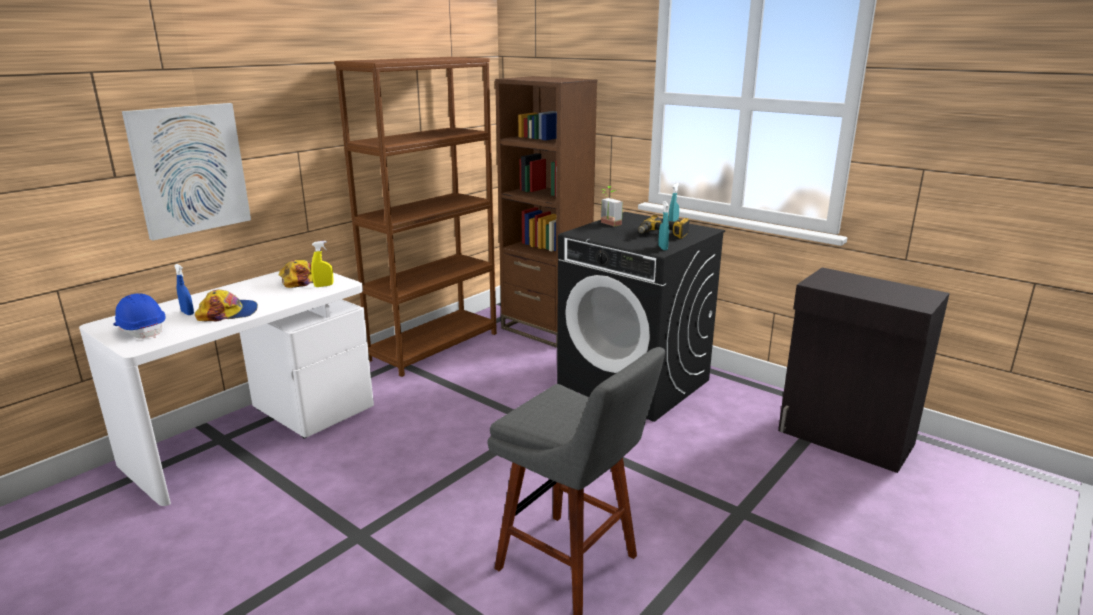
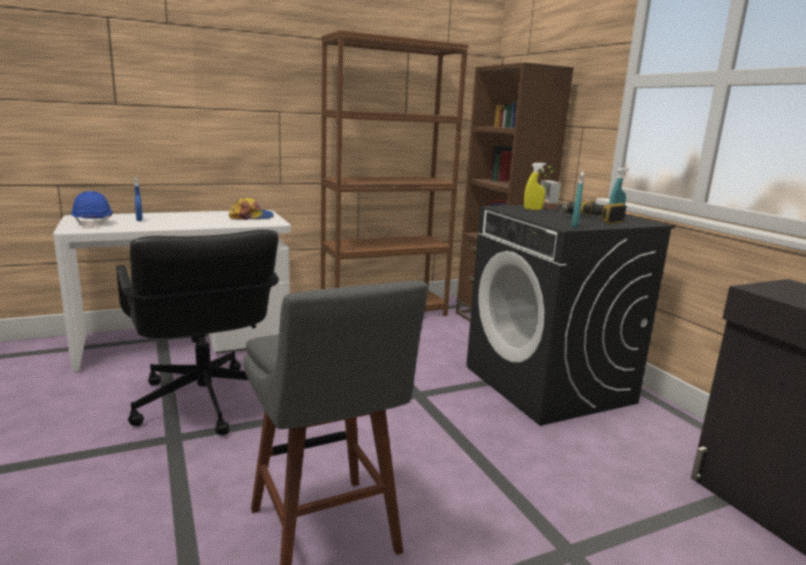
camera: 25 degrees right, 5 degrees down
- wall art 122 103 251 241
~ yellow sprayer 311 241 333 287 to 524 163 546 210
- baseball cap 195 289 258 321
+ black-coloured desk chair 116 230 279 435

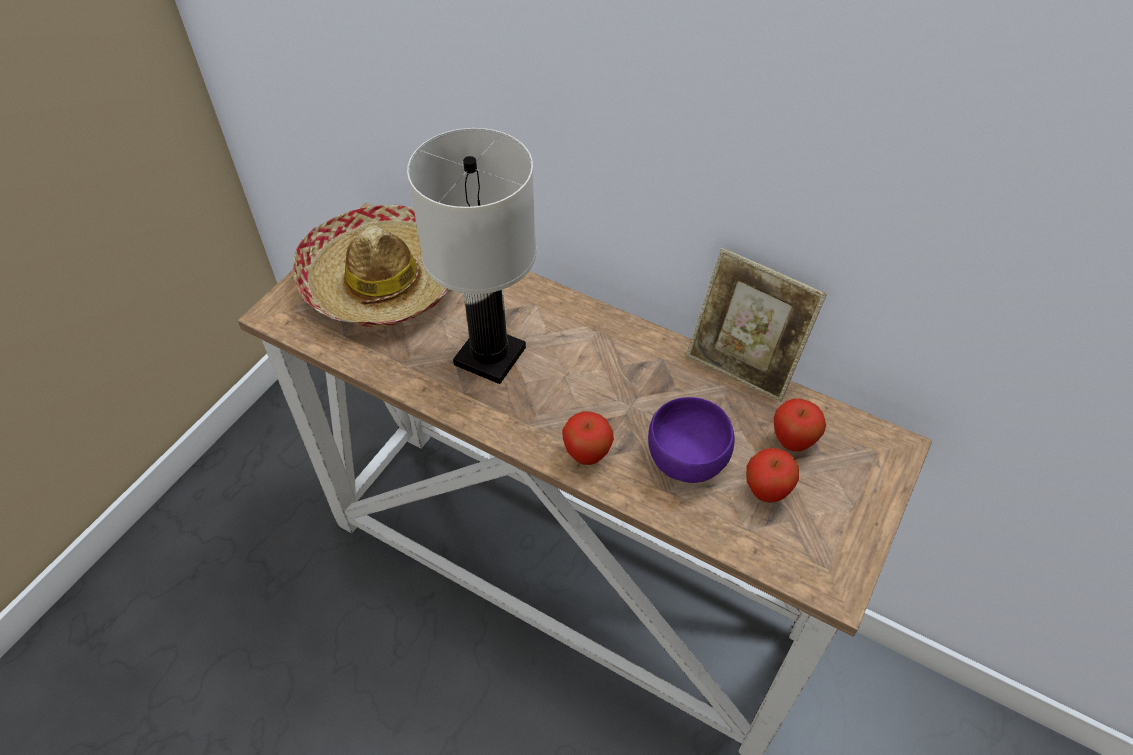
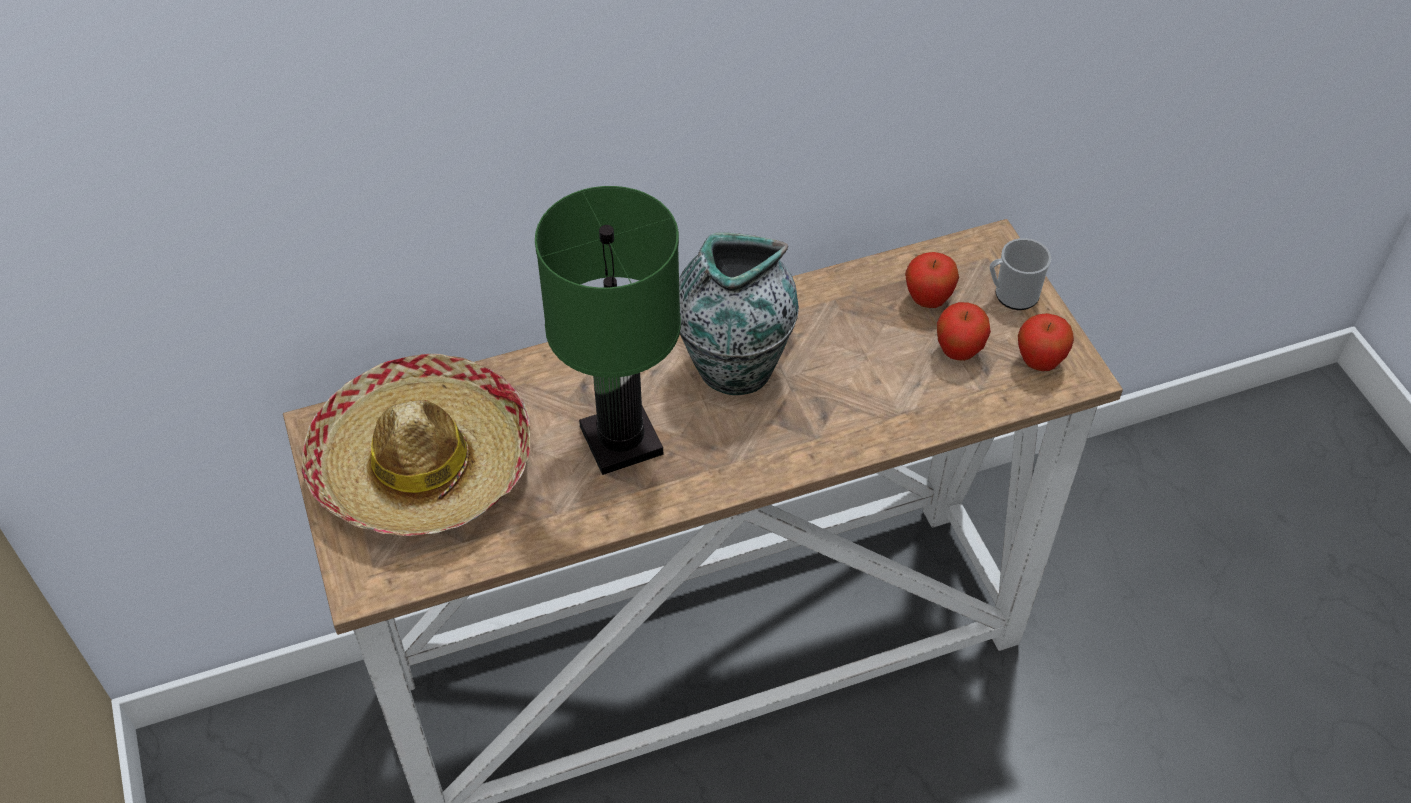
camera: 50 degrees left, 0 degrees up
~ white-coloured table lamp 407 128 537 384 to green table lamp 535 186 681 475
- picture frame 686 248 827 402
- purple-coloured bowl 648 397 734 483
~ whole apple 562 411 614 465 to 1018 313 1074 371
+ vase 679 232 799 395
+ tea mug 990 238 1051 310

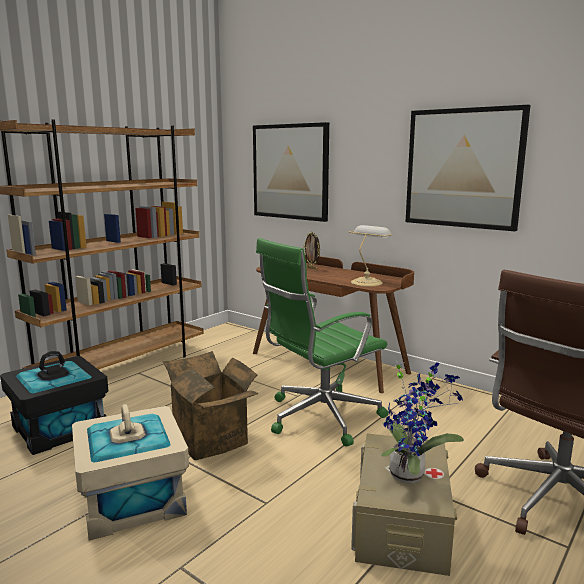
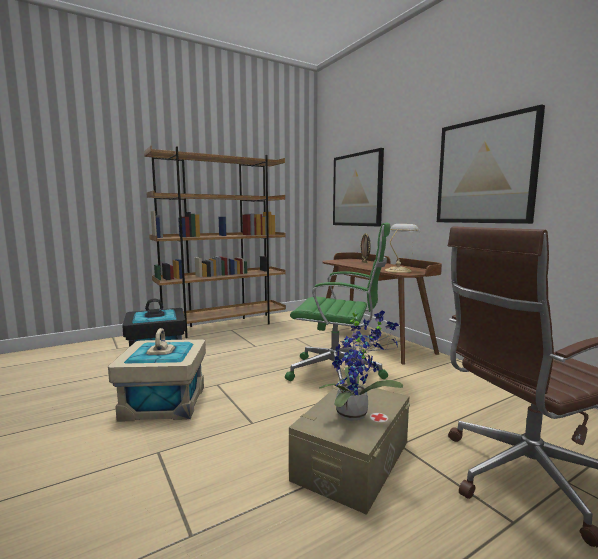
camera: 20 degrees right, 5 degrees down
~ green desk chair 256 238 389 447 = 285 222 390 383 150 degrees counterclockwise
- packing box 163 351 258 460

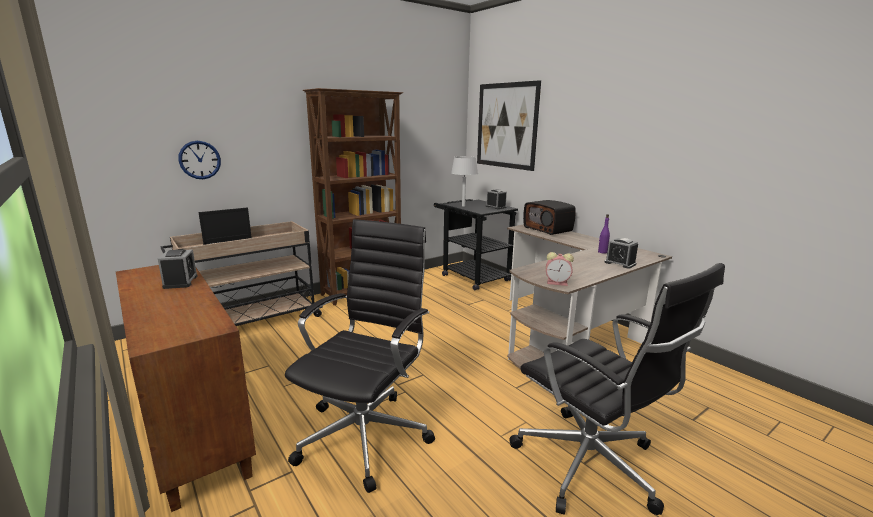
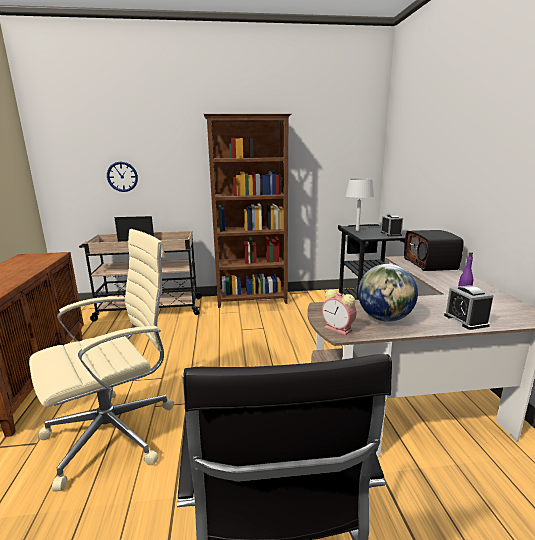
camera: 30 degrees right, 0 degrees up
- wall art 477 80 541 171
~ black-coloured desk chair 285 219 435 493 to sand-coloured desk chair 29 229 174 492
- table clock 158 249 198 289
+ desk globe 358 264 418 322

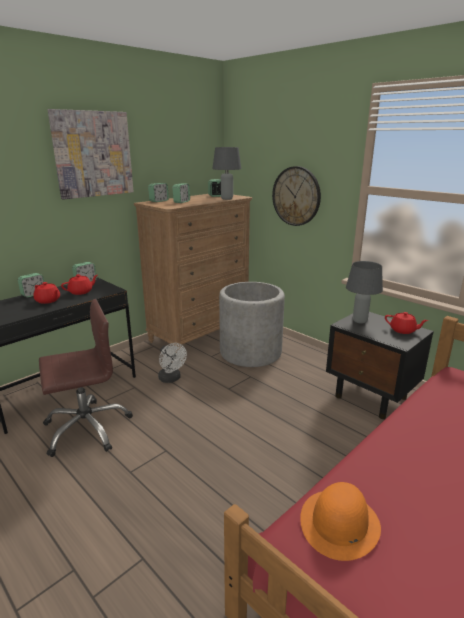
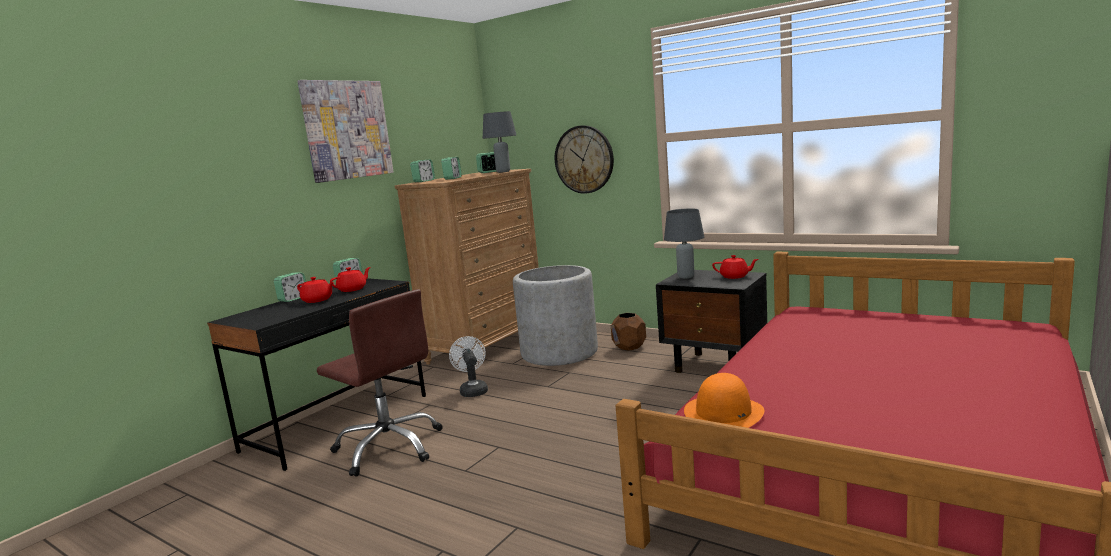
camera: 10 degrees left, 10 degrees down
~ brownish desk chair 39 299 133 457 = 317 289 443 477 75 degrees clockwise
~ white-coloured fan 158 343 187 383 = 449 336 488 397 150 degrees counterclockwise
+ brownish flower pot 611 313 646 351

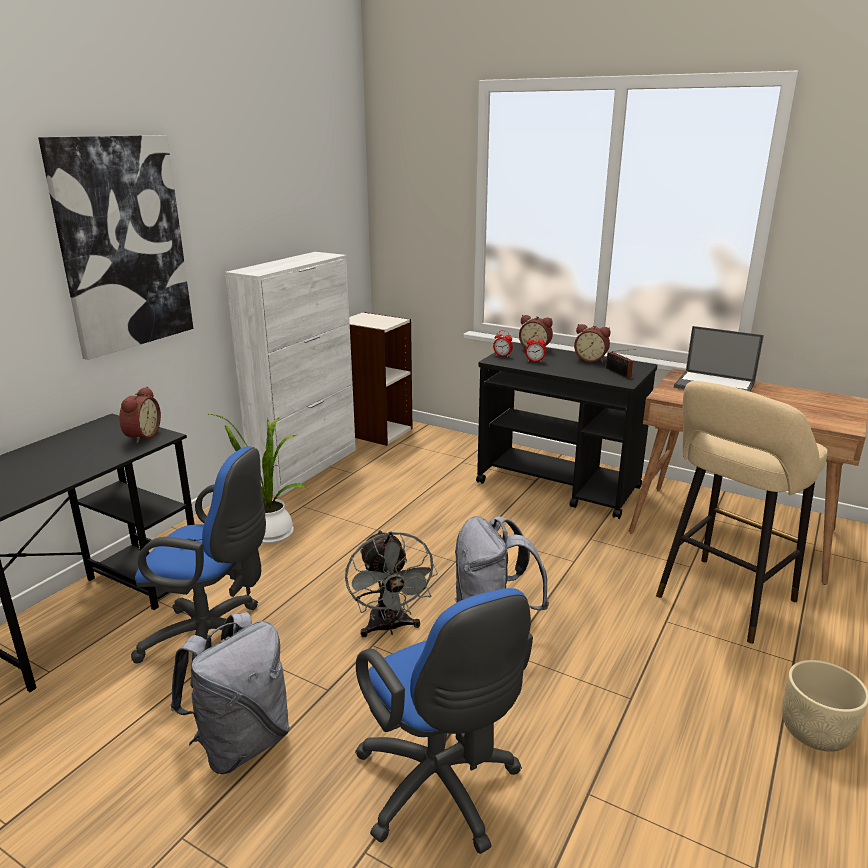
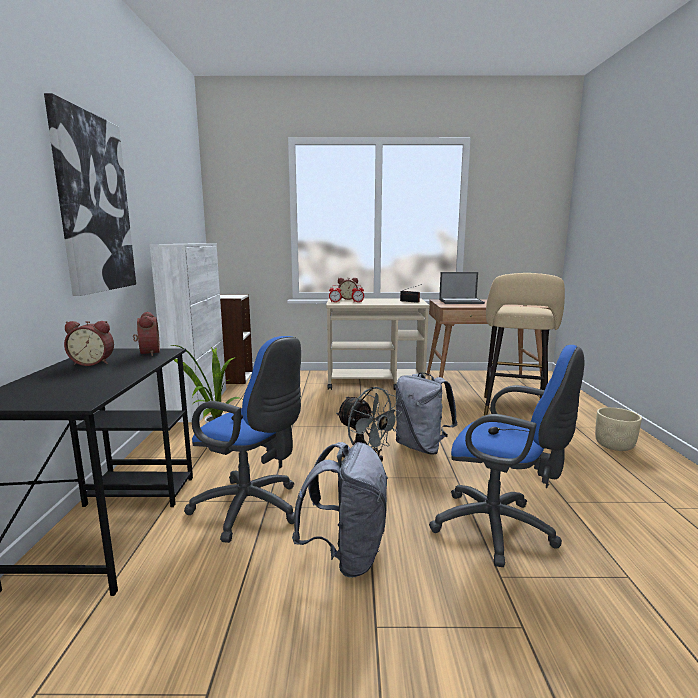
camera: 30 degrees left, 10 degrees down
~ table clock 574 324 611 363 to 64 321 114 366
~ black-coloured wheeled cart 476 342 657 519 to sand-coloured wheeled cart 326 298 430 390
~ bluish desk chair 131 446 266 688 = 184 336 301 543 45 degrees clockwise

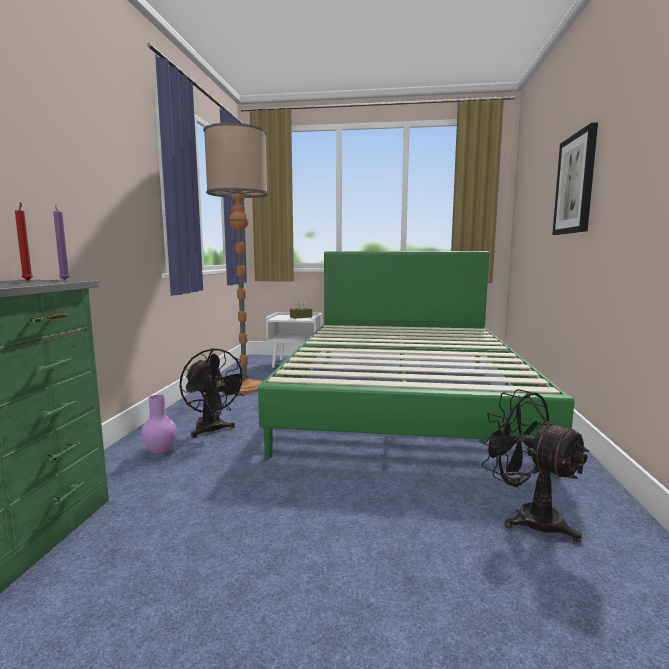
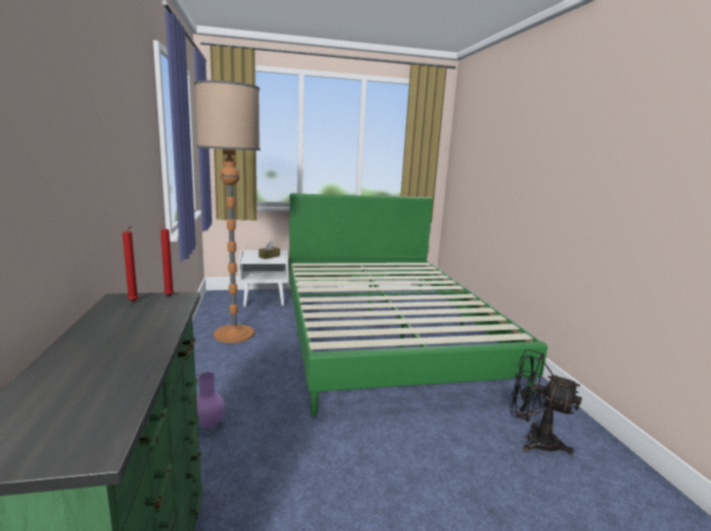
camera: 20 degrees left, 5 degrees up
- wall art 552 122 598 235
~ purple-coloured candle 53 205 70 280 to reddish candle 159 221 174 296
- black-coloured fan 180 348 248 438

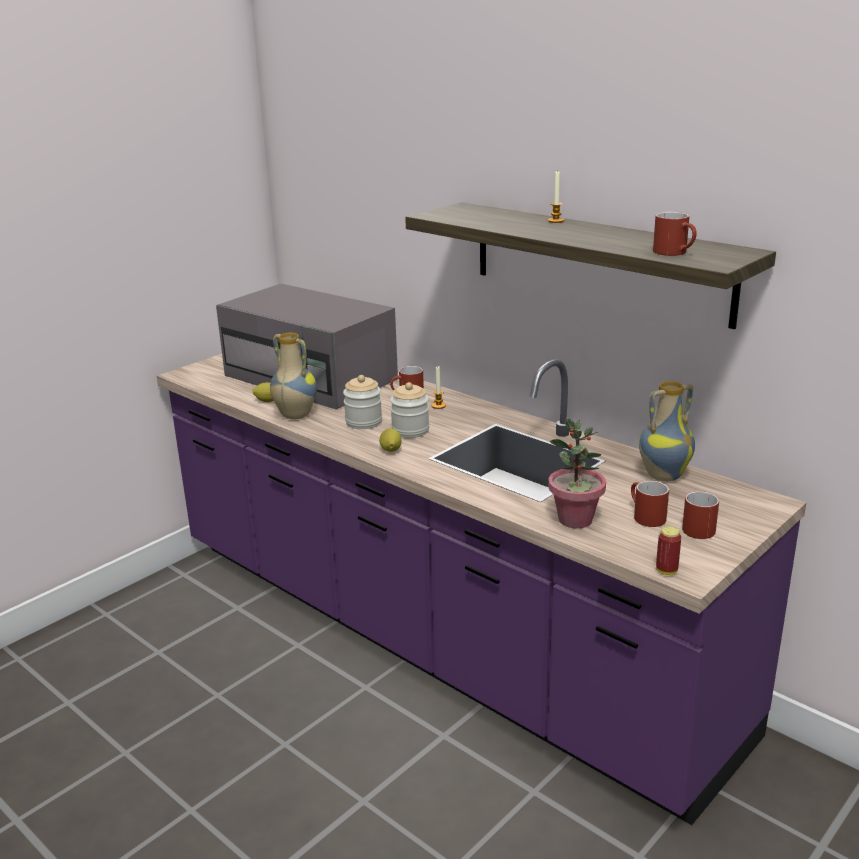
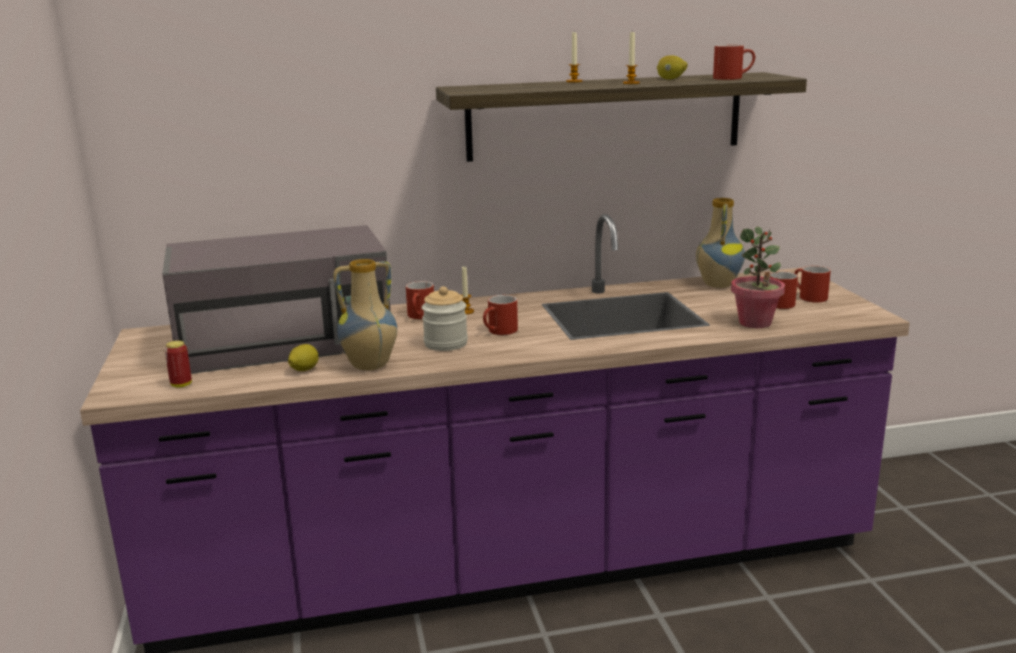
camera: 55 degrees left, 5 degrees down
~ preserve jar 390 382 429 438 to reddish tea mug 483 295 518 335
~ whole lemon 379 428 401 452 to 657 55 687 80
~ can 656 526 681 575 to 165 341 192 388
+ candle 623 30 640 84

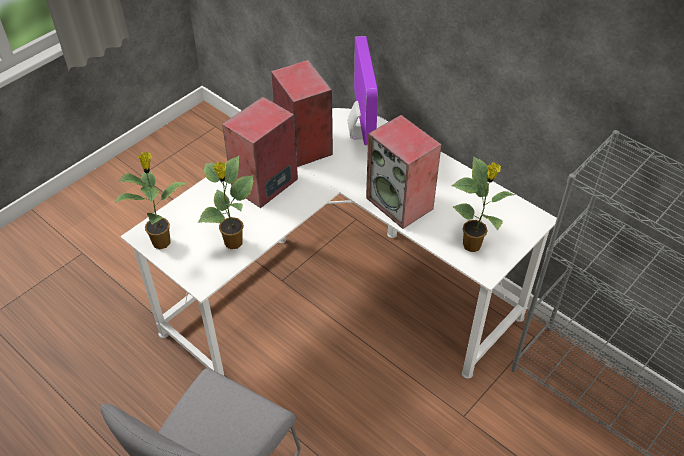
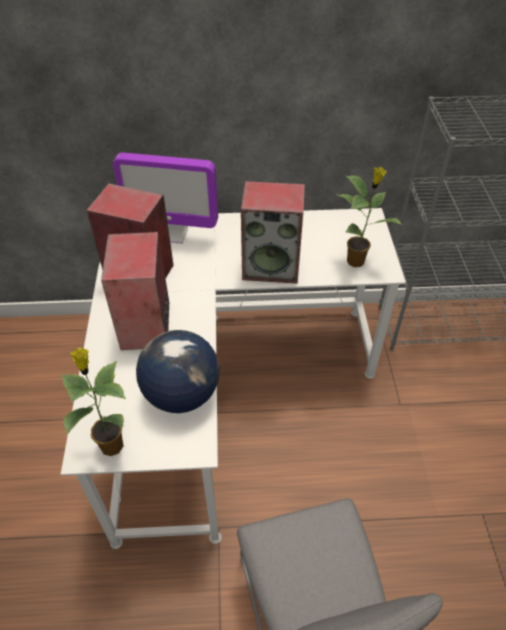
camera: 45 degrees left, 0 degrees up
~ monitor 348 36 378 145 = 113 152 218 244 150 degrees clockwise
~ potted plant 198 156 254 249 to desk globe 136 330 220 413

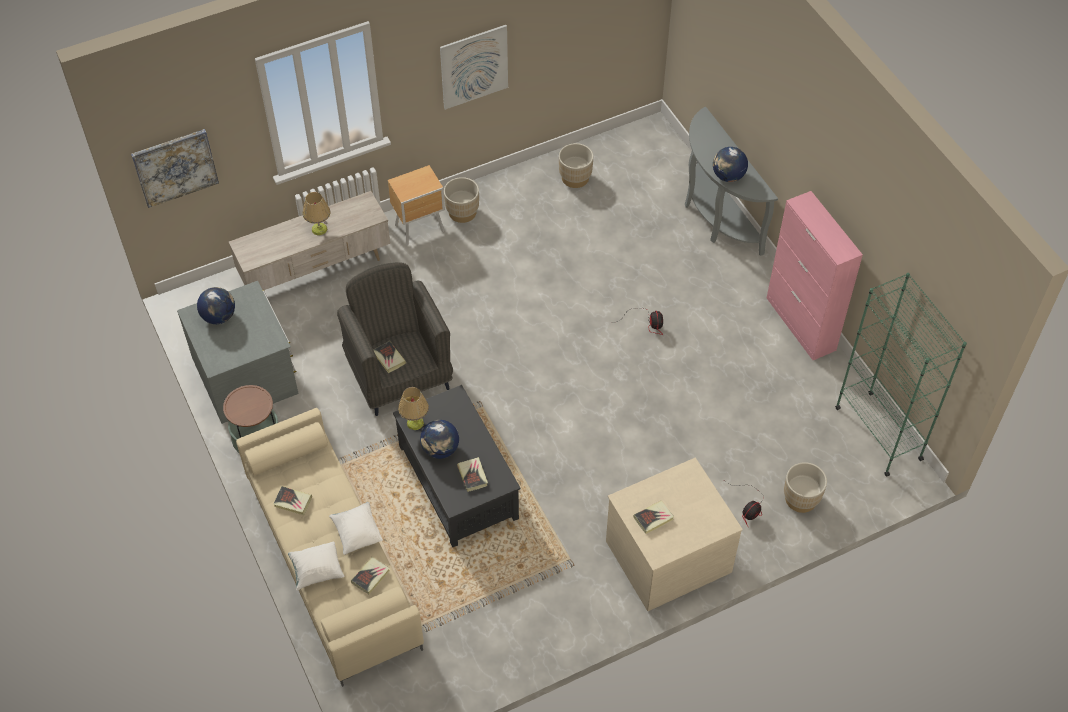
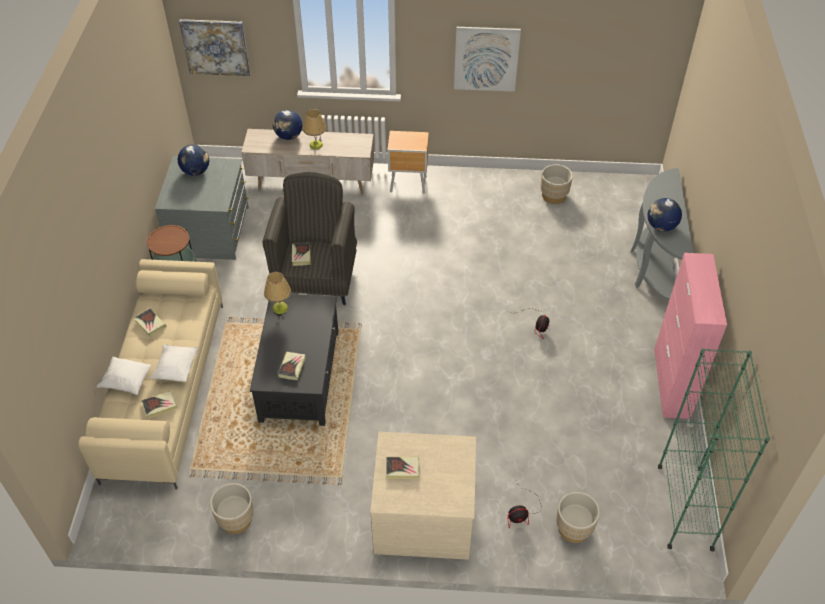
camera: 30 degrees right, 5 degrees down
~ sand-coloured flower pot 444 177 479 223 to 210 483 254 534
~ desk globe 420 420 459 459 to 273 110 302 140

